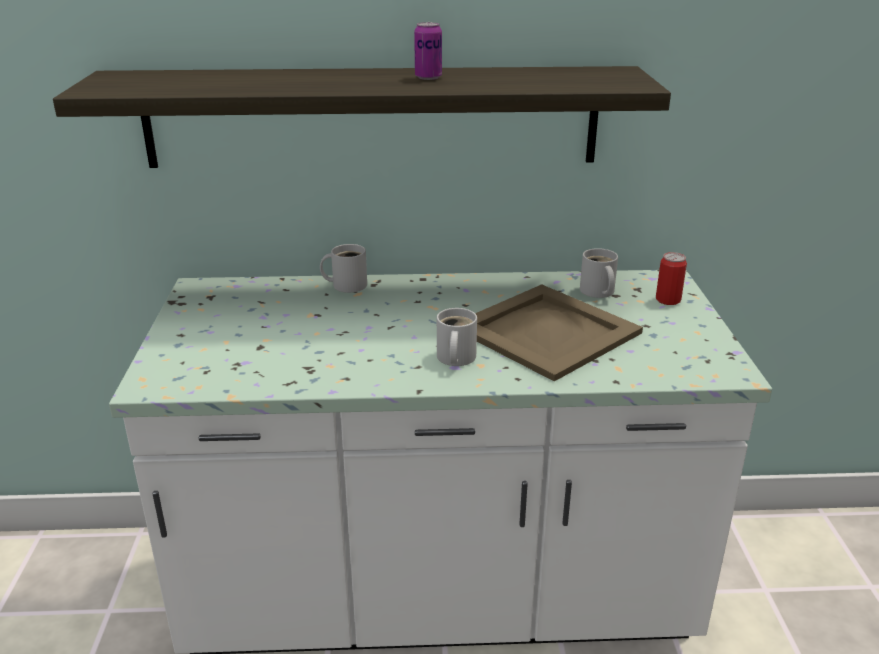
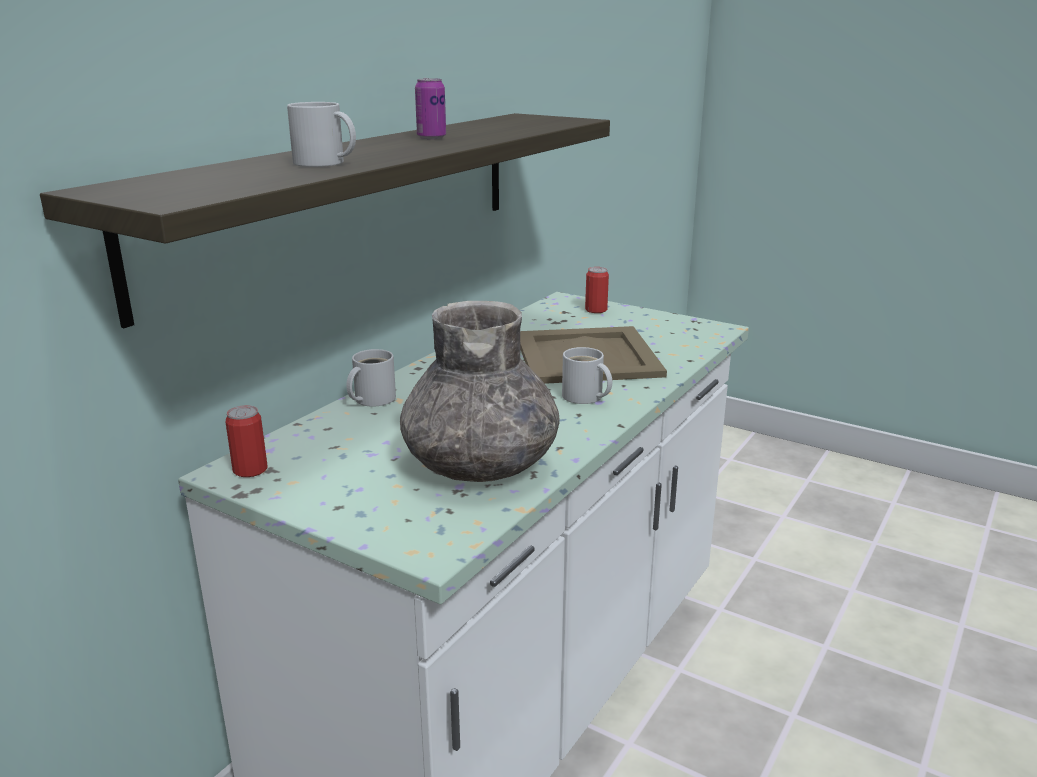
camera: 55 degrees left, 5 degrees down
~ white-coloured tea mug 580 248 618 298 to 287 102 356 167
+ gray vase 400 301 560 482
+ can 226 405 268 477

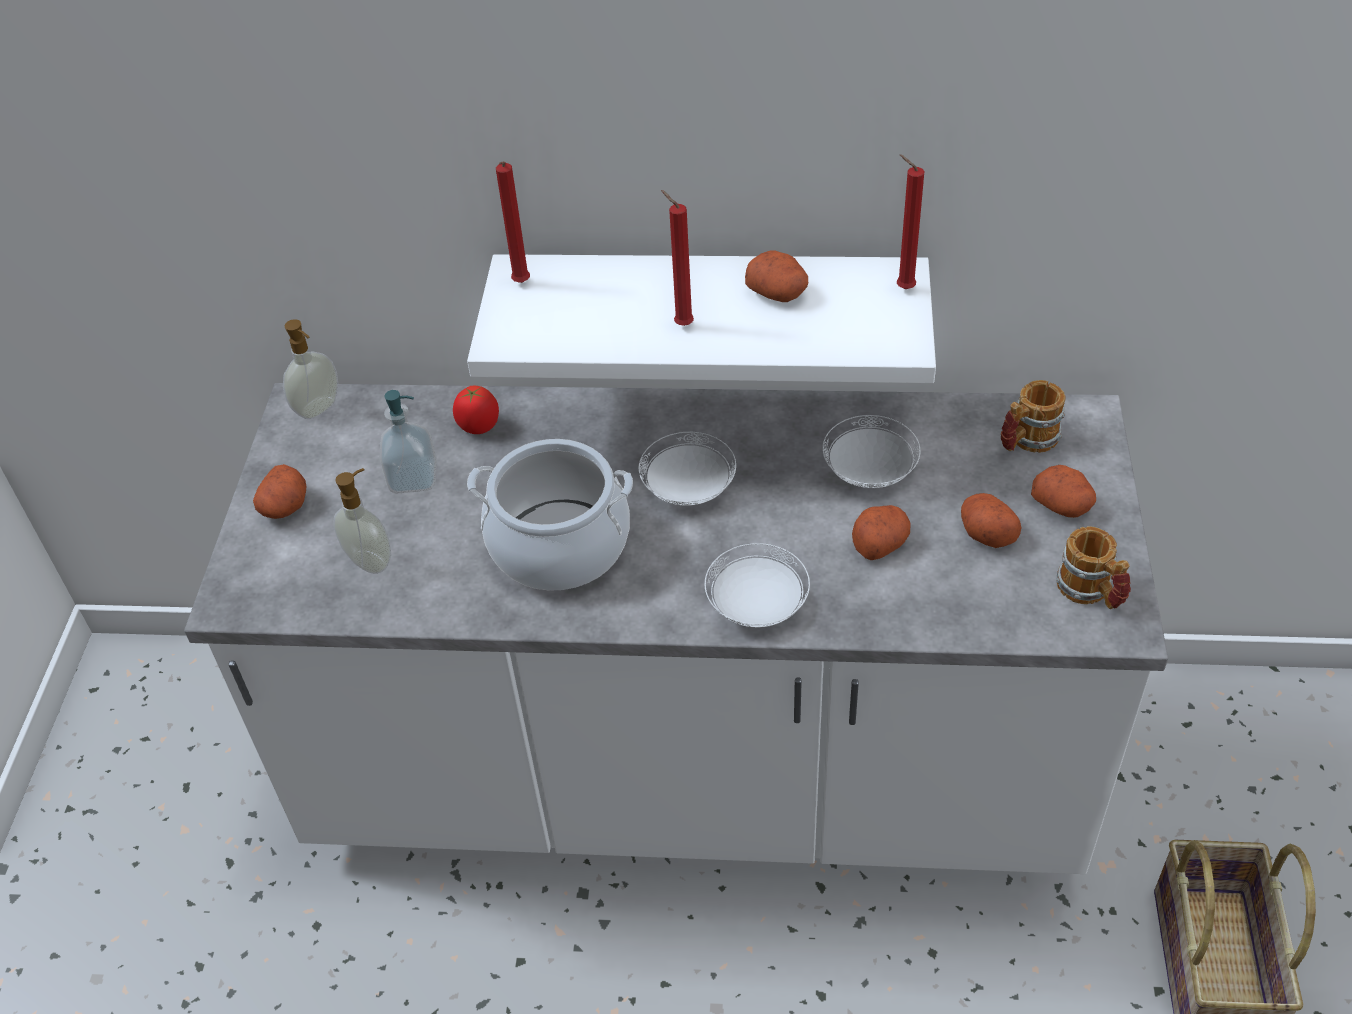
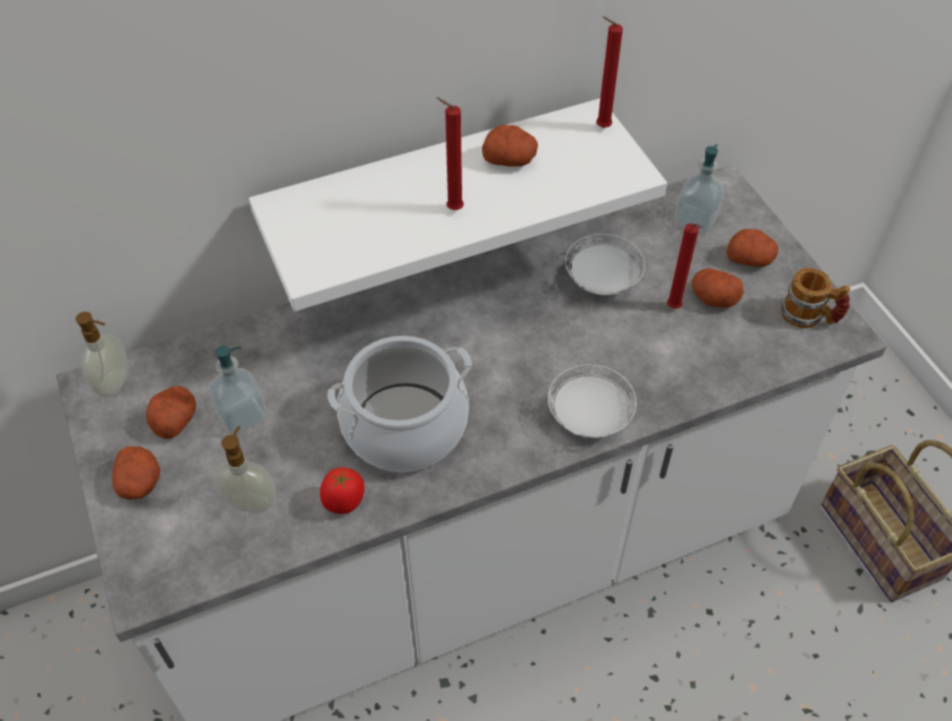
camera: 30 degrees left, 5 degrees up
~ reddish candle 496 161 530 283 to 667 223 702 309
~ tea mug 1001 380 1066 453 to liquid soap bottle 675 144 725 233
~ whole tomato 453 386 499 434 to 320 467 365 514
- white-coloured plate 639 432 736 506
~ potato 852 505 910 560 to 146 386 196 439

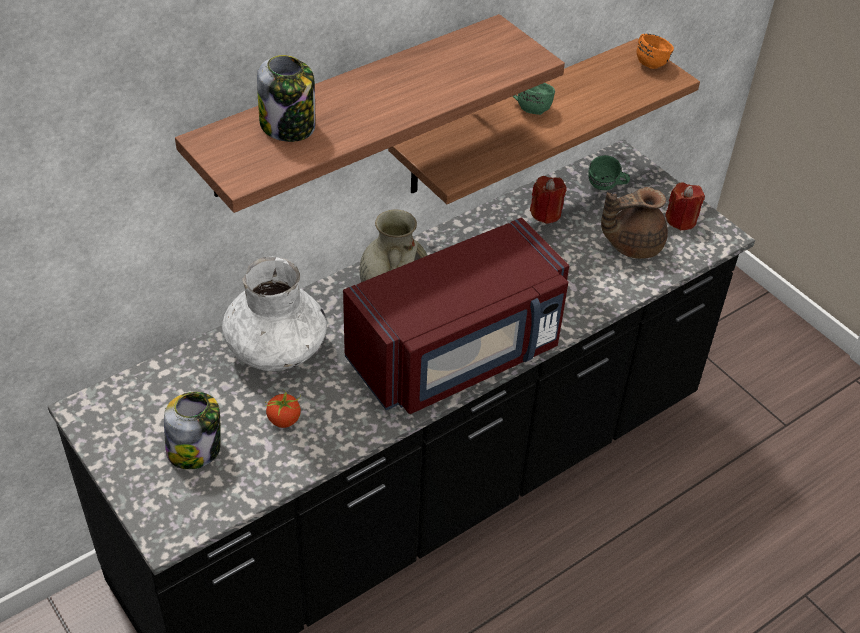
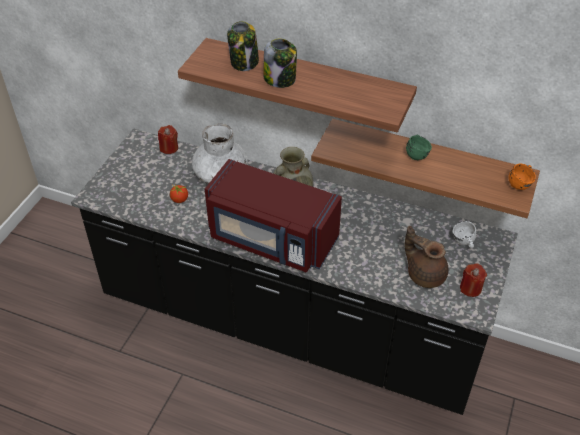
camera: 60 degrees right, 0 degrees up
~ green tea mug 588 155 630 190 to white-coloured tea mug 453 221 477 248
~ reddish candle 530 176 567 224 to 158 125 178 154
~ preserve jar 164 392 221 469 to 263 38 297 88

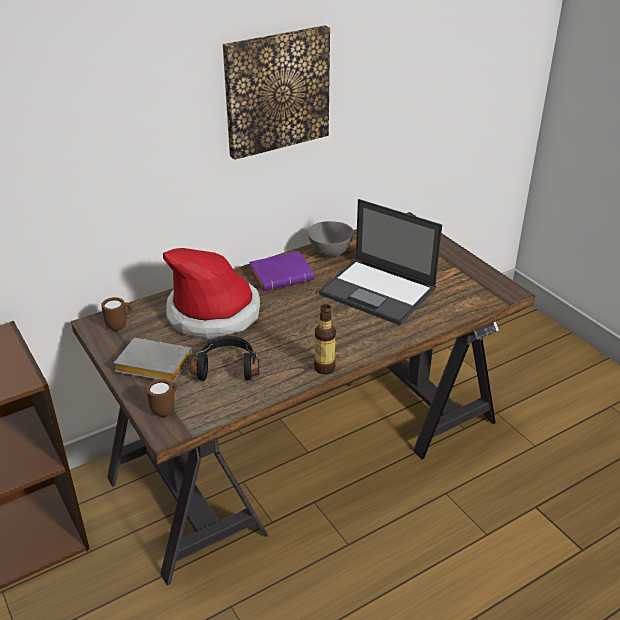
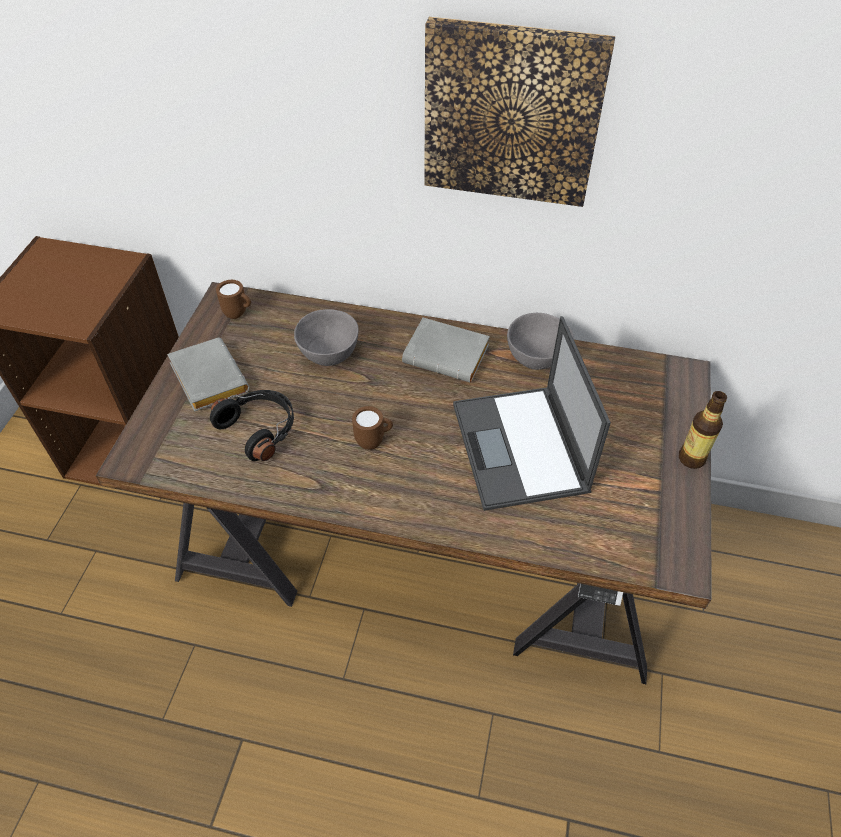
camera: 45 degrees right, 15 degrees up
~ hat 163 248 260 339 to gray bowl 294 309 359 366
~ purple-coloured bound book 249 251 314 291 to gray bound book 402 318 490 383
~ bottle 314 304 336 374 to 679 391 727 469
~ brownish tea mug 146 379 177 417 to 352 406 393 450

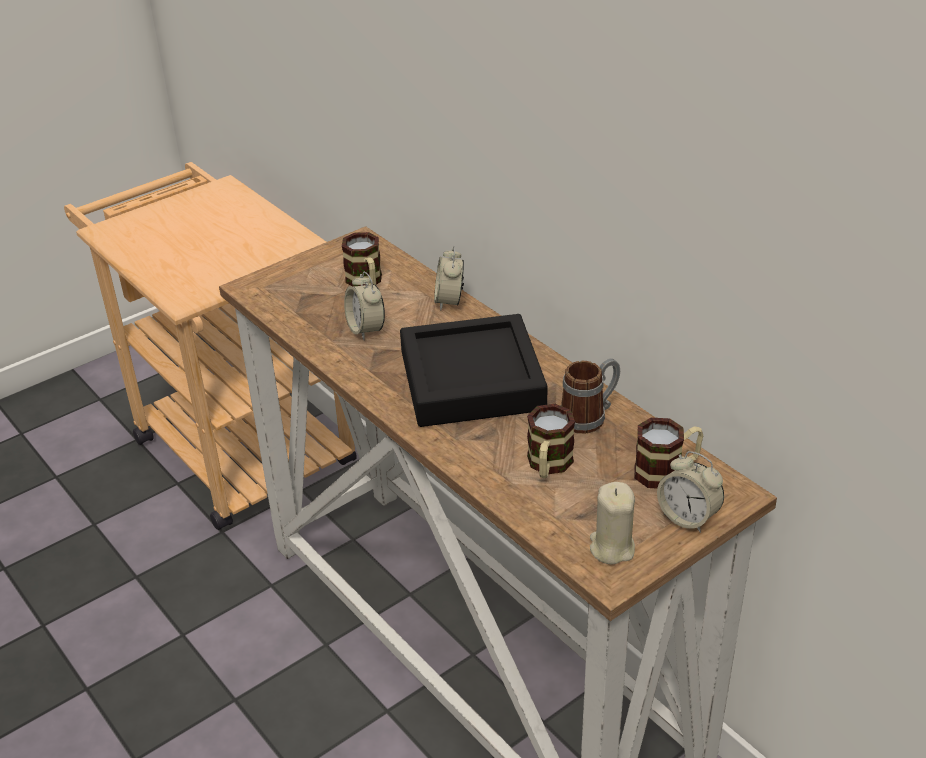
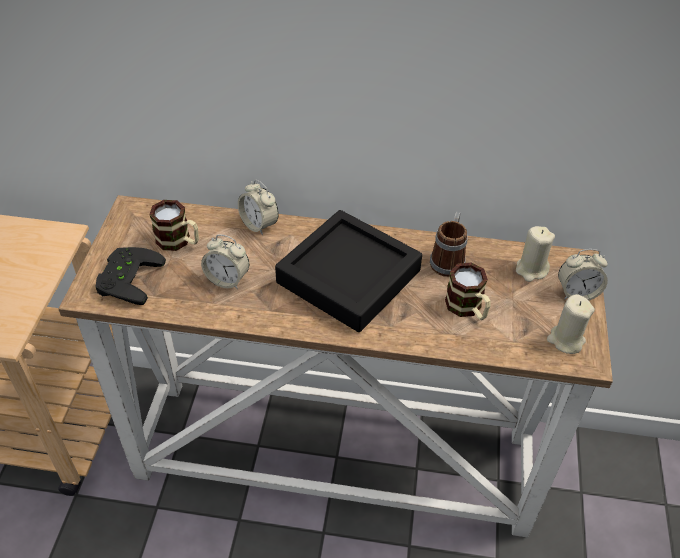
camera: 45 degrees left, 10 degrees up
~ tea mug 634 418 703 489 to sand-coloured candle 516 226 555 282
+ black-coloured joypad 95 247 166 305

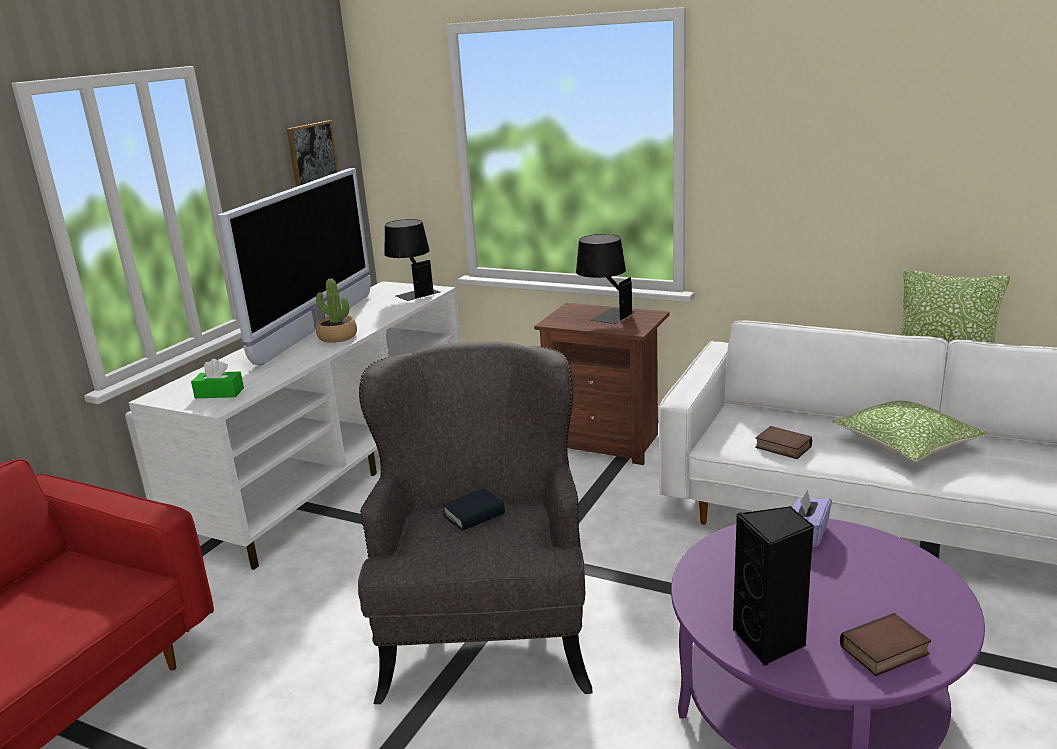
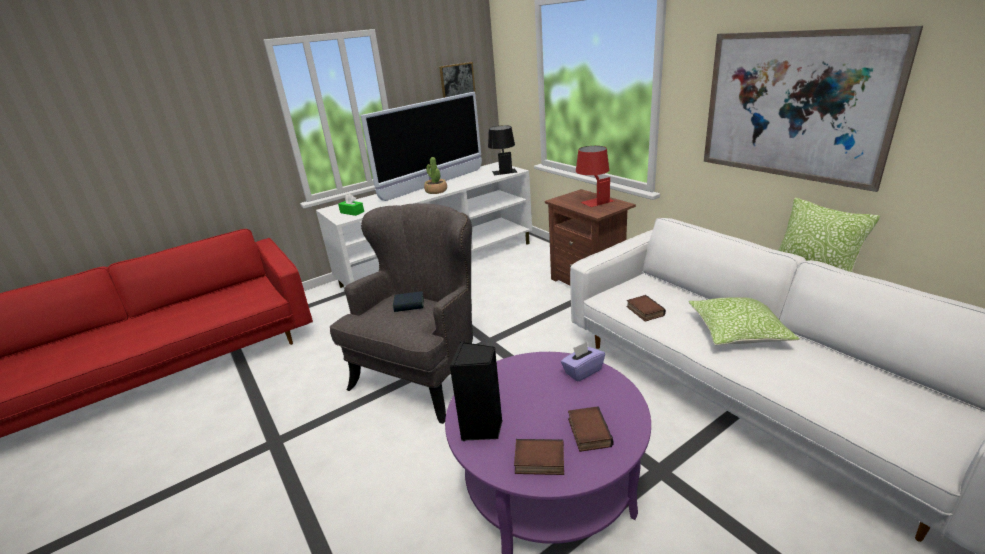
camera: 30 degrees right, 5 degrees up
~ black-coloured table lamp 576 234 636 324 to reddish table lamp 576 146 614 207
+ wall art 704 26 923 192
+ bound book 568 406 614 452

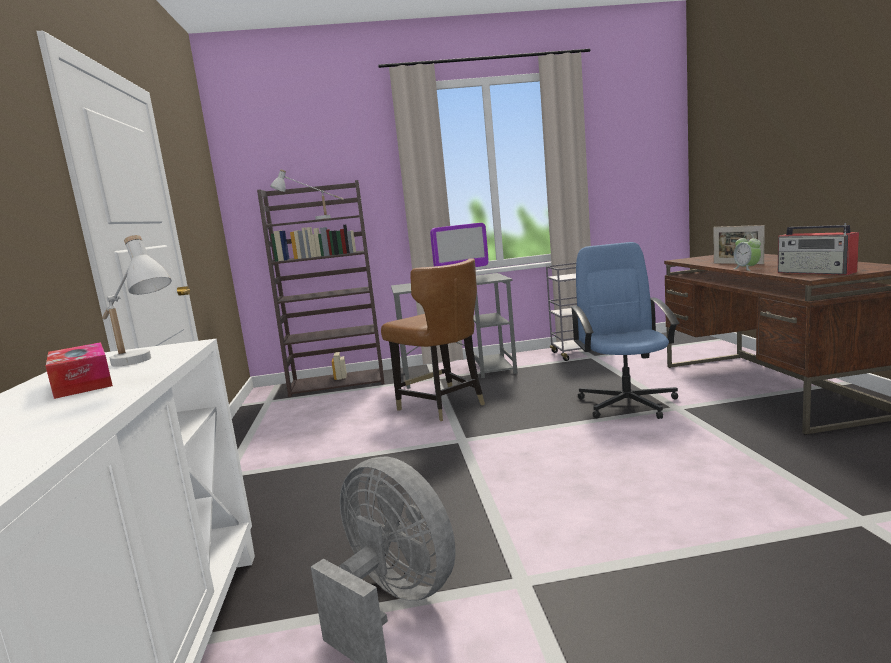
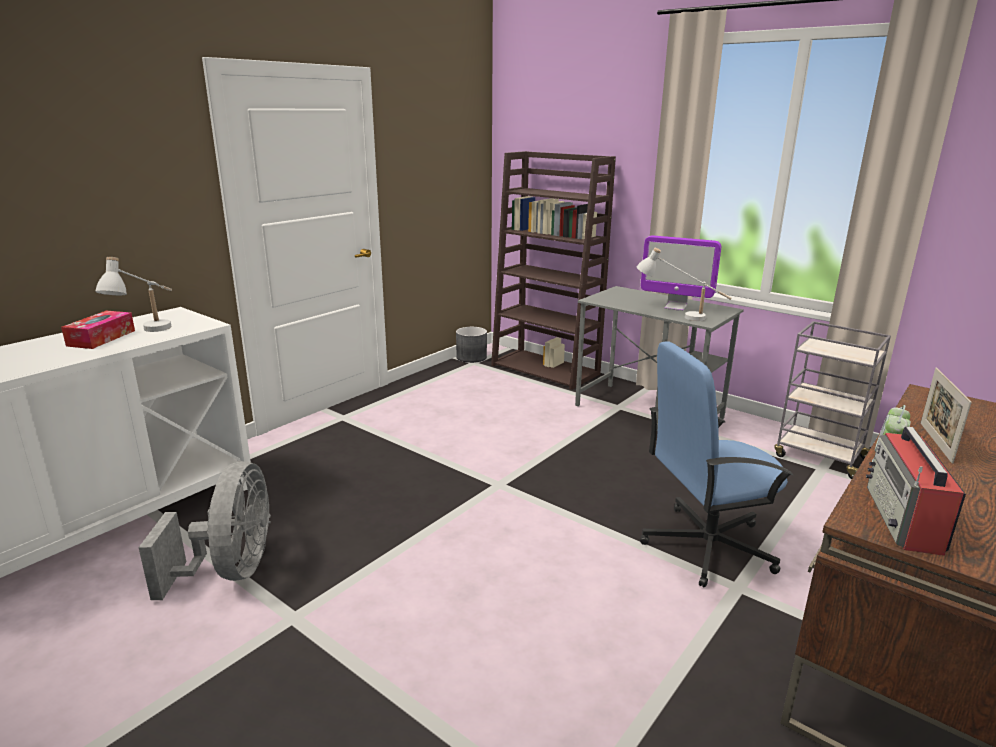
camera: 45 degrees right, 10 degrees up
~ white-coloured table lamp 270 169 344 220 to 637 248 731 321
~ bluish desk chair 570 242 680 419 = 640 342 793 587 150 degrees counterclockwise
- brownish plain chair 381 258 485 421
+ gray flower pot 456 327 487 363

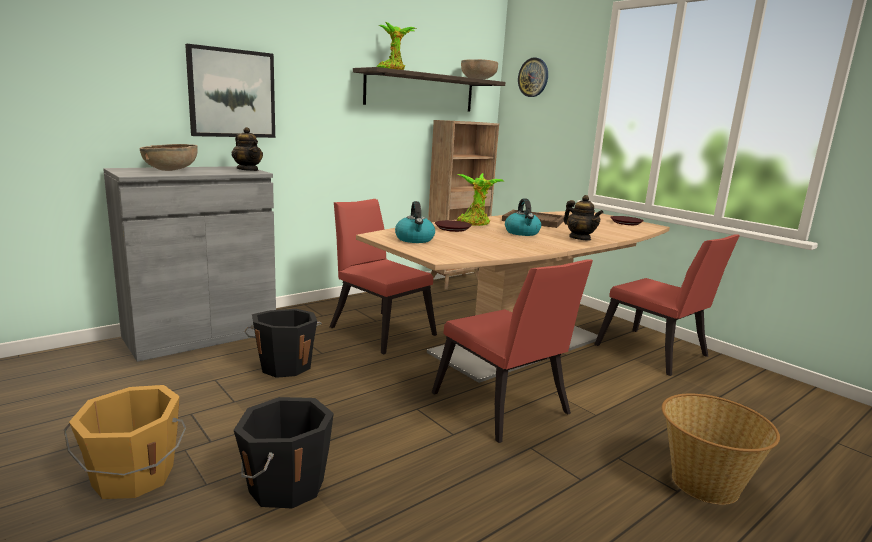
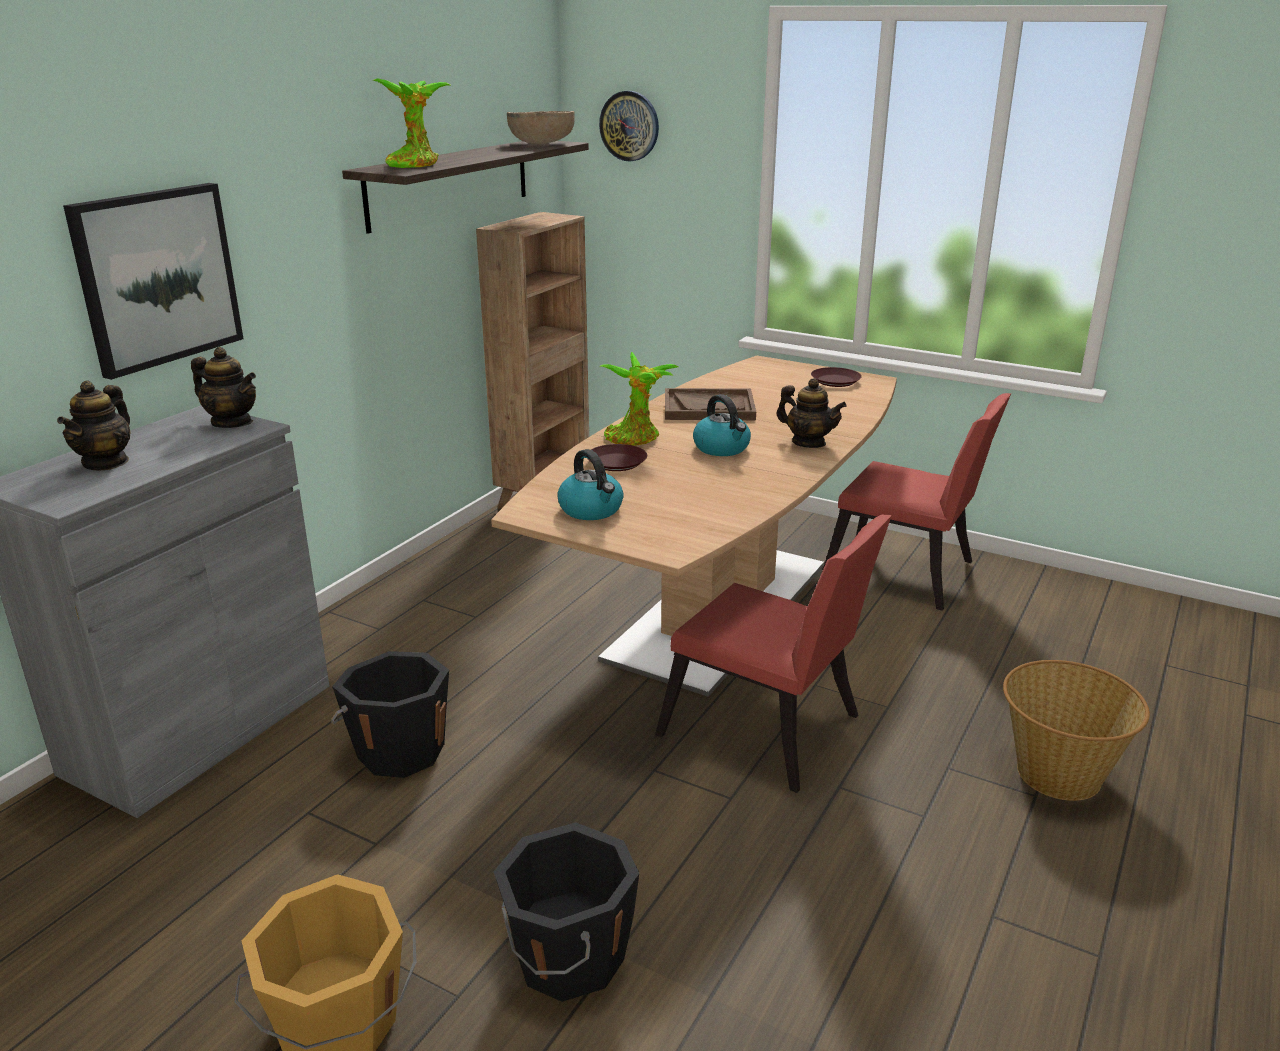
camera: 20 degrees left, 10 degrees up
~ brownish bowl 140 144 198 171 to pot for tea 57 380 130 471
- reddish plain chair 330 199 437 355

